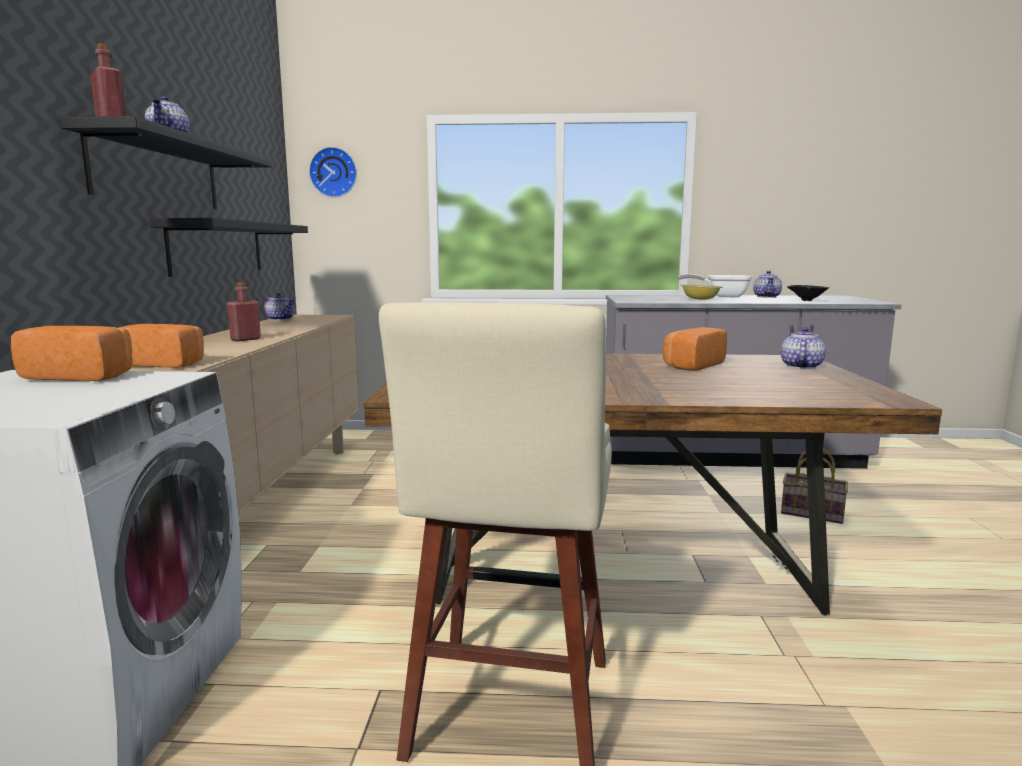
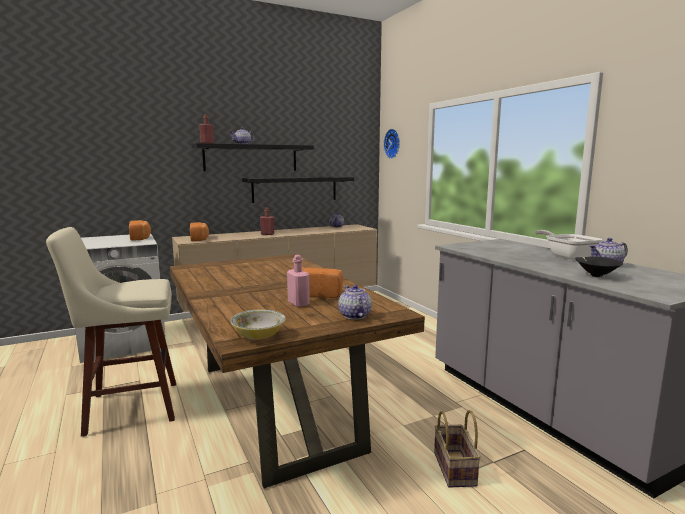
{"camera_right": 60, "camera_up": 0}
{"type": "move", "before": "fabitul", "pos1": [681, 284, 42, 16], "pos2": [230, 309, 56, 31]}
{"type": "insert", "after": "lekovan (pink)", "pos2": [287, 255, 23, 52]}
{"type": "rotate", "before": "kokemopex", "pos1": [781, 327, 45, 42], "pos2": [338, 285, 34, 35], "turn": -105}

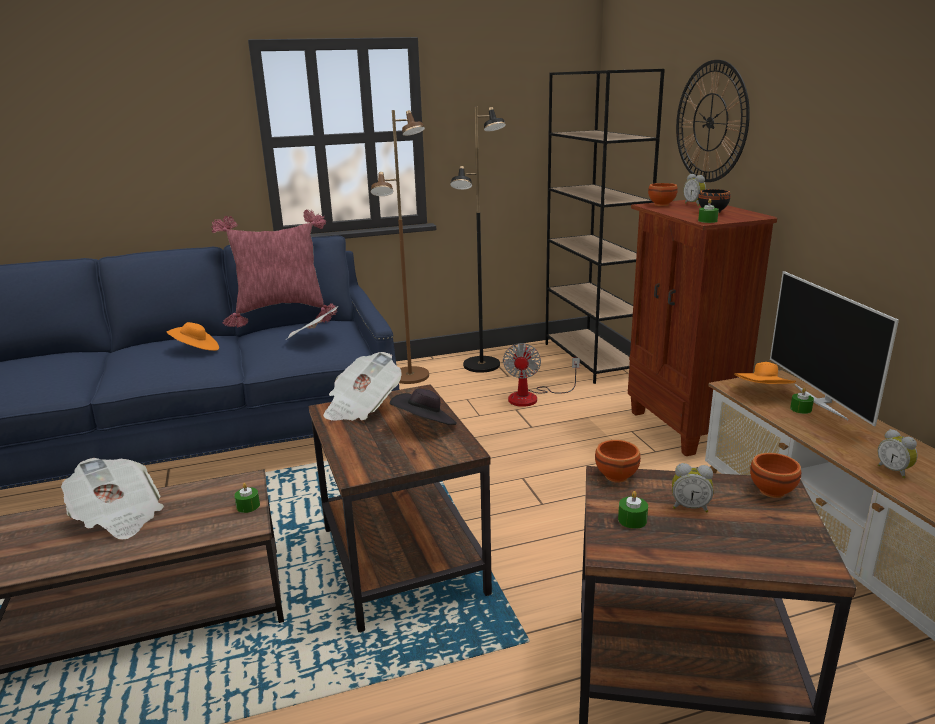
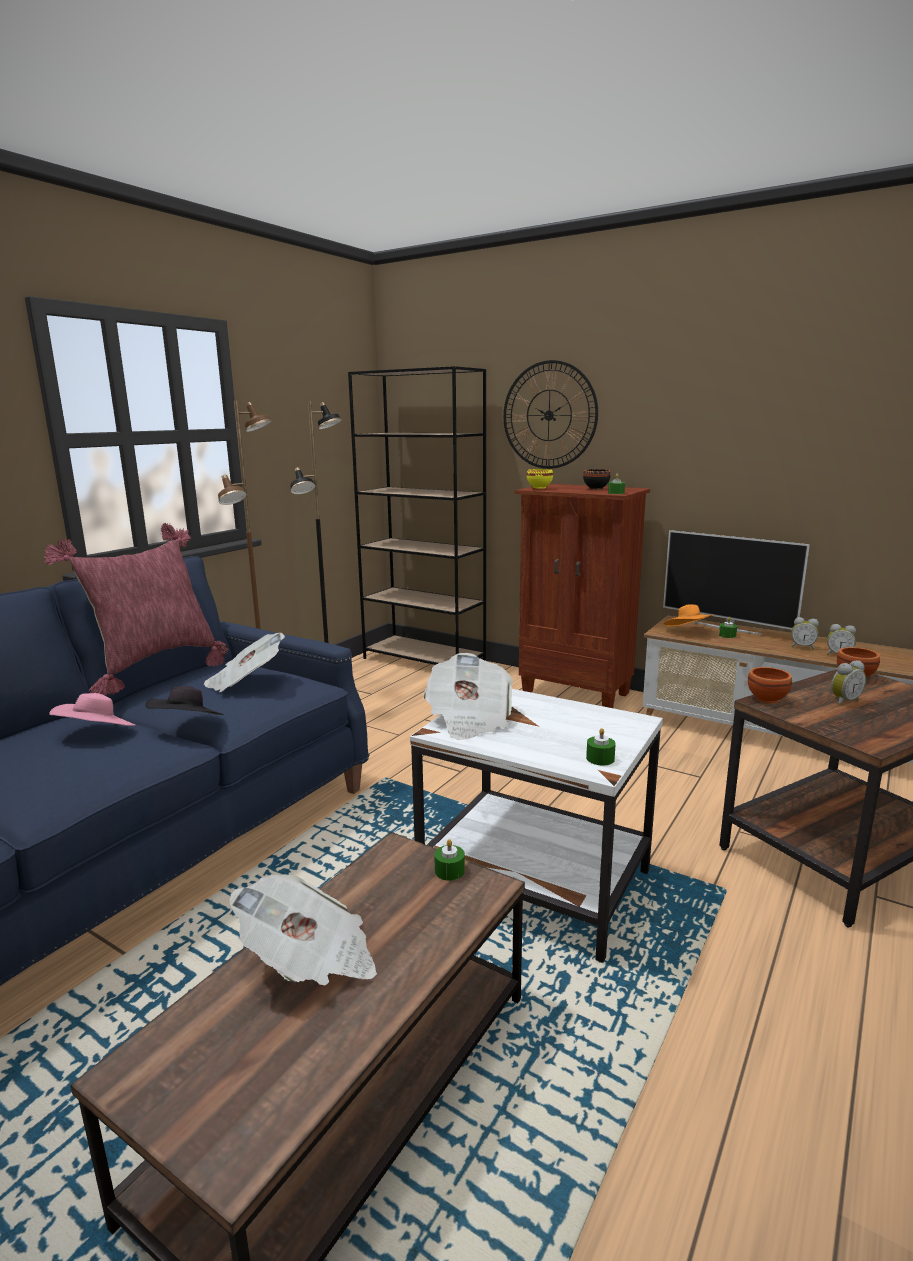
{"camera_right": -40, "camera_up": -5}
{"type": "recolor", "before": "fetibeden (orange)", "after": "fetibeden (pink)", "pos1": [167, 322, 52, 29], "pos2": [49, 693, 86, 33]}
{"type": "move", "before": "fetibeden (black)", "pos1": [390, 389, 67, 36], "pos2": [145, 686, 79, 29]}
{"type": "recolor", "before": "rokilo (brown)", "after": "rokilo (white)", "pos1": [309, 384, 183, 248], "pos2": [410, 689, 253, 274]}
{"type": "recolor", "before": "fabitul (brown)", "after": "fabitul (yellow)", "pos1": [648, 183, 30, 23], "pos2": [527, 469, 26, 20]}
{"type": "move", "before": "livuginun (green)", "pos1": [618, 491, 30, 38], "pos2": [586, 728, 30, 38]}
{"type": "move", "before": "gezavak", "pos1": [683, 174, 23, 32], "pos2": [791, 617, 28, 33]}
{"type": "delete", "before": "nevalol", "pos1": [503, 343, 77, 64]}

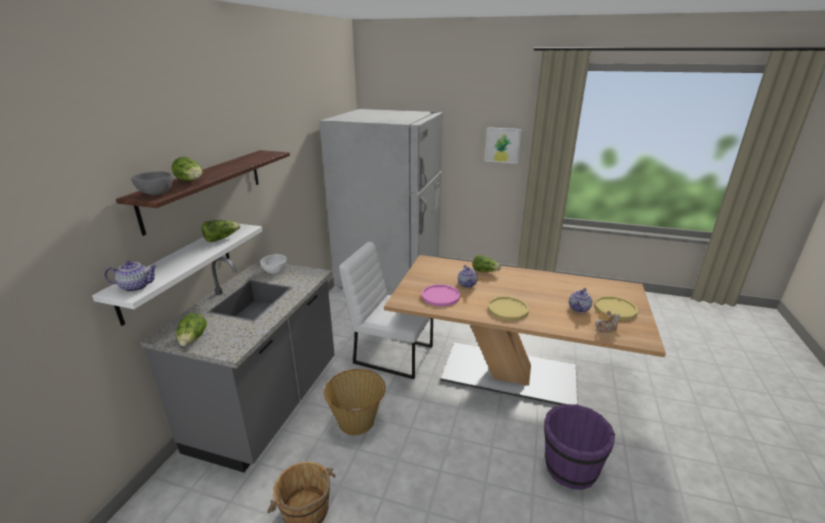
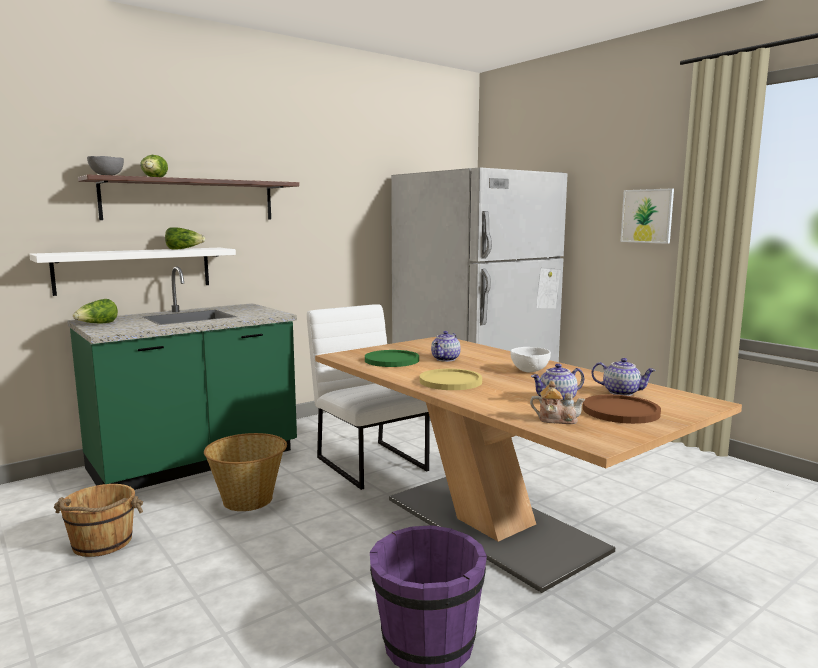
{"camera_right": 35, "camera_up": -15}
{"type": "recolor", "before": "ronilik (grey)", "after": "ronilik (green)", "pos1": [140, 257, 195, 216], "pos2": [67, 266, 230, 224]}
{"type": "recolor", "before": "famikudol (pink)", "after": "famikudol (green)", "pos1": [422, 284, 38, 23], "pos2": [365, 350, 54, 17]}
{"type": "move", "before": "fabitul (white)", "pos1": [260, 254, 27, 20], "pos2": [510, 347, 41, 25]}
{"type": "recolor", "before": "famikudol (yellow)", "after": "famikudol (brown)", "pos1": [594, 296, 44, 24], "pos2": [583, 395, 78, 29]}
{"type": "move", "before": "kokemopex", "pos1": [104, 261, 53, 31], "pos2": [591, 358, 65, 38]}
{"type": "delete", "before": "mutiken", "pos1": [473, 254, 28, 18]}

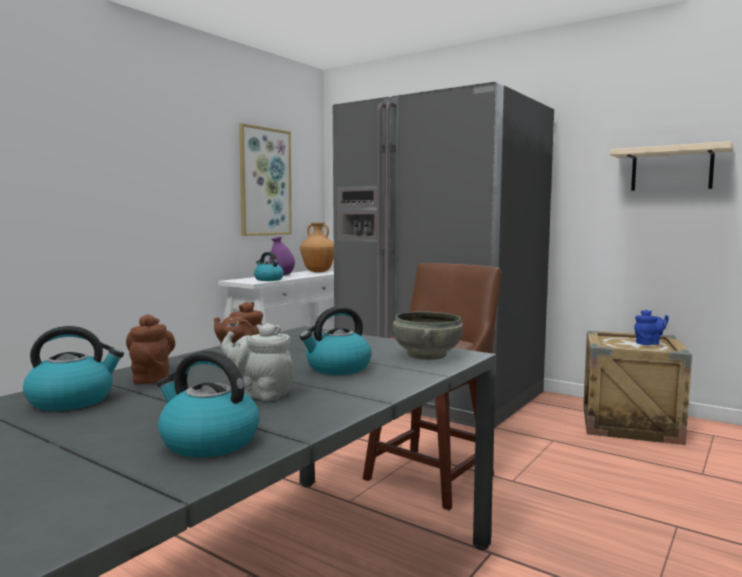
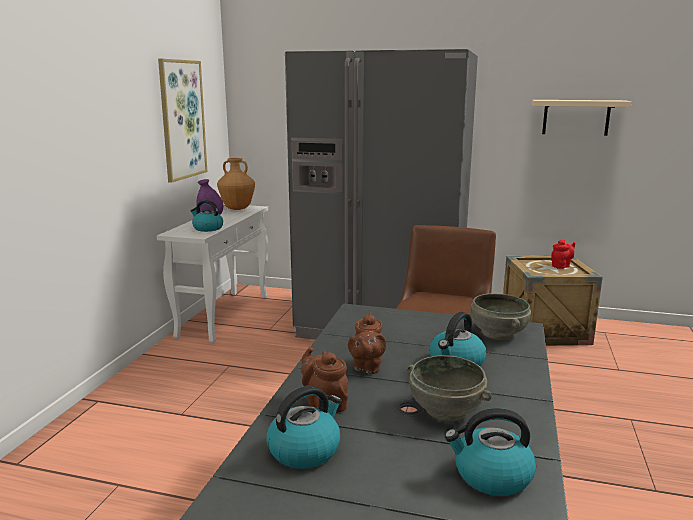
{"camera_right": -20, "camera_up": 10}
{"type": "replace", "before": "kokemopex (grey)", "after": "fabitul (grey)", "pos1": [221, 323, 72, 78], "pos2": [407, 355, 85, 66]}
{"type": "recolor", "before": "kokemopex (blue)", "after": "kokemopex (red)", "pos1": [634, 310, 35, 35], "pos2": [551, 240, 25, 29]}

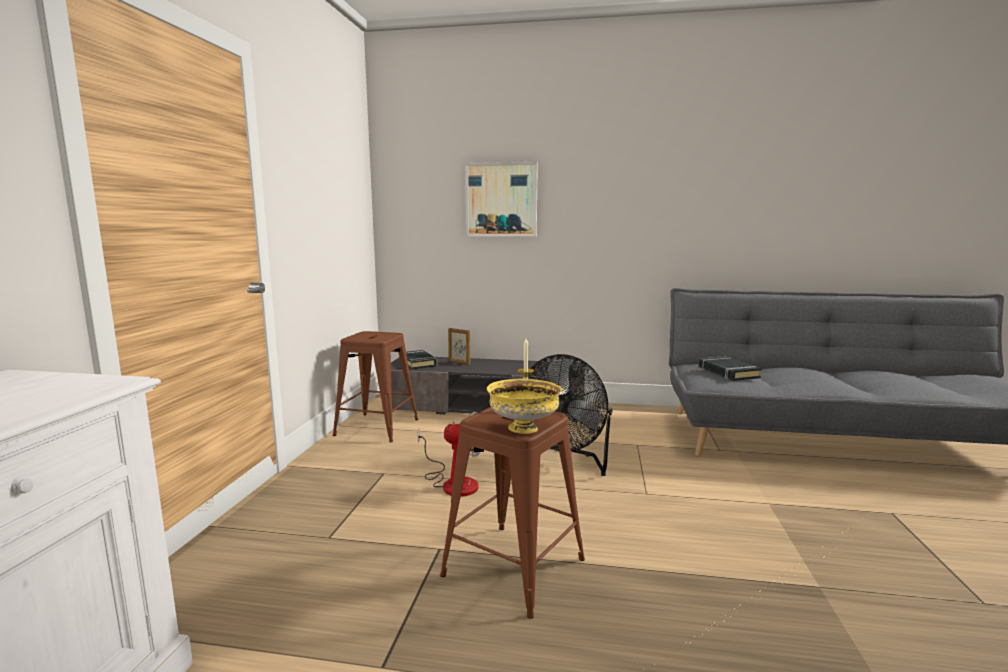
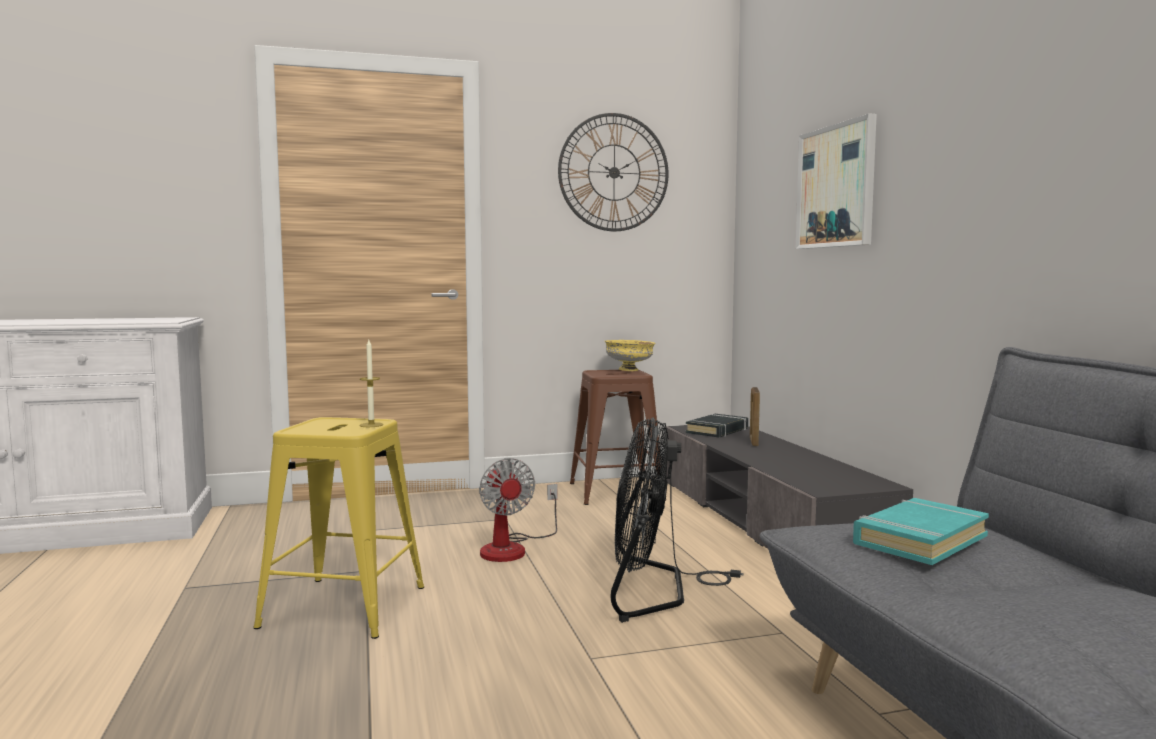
{"camera_right": 65, "camera_up": -5}
{"type": "recolor", "before": "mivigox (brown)", "after": "mivigox (yellow)", "pos1": [440, 407, 145, 212], "pos2": [253, 417, 171, 222]}
{"type": "insert", "after": "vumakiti", "pos2": [558, 113, 111, 118]}
{"type": "move", "before": "fabitul (yellow)", "pos1": [487, 379, 75, 55], "pos2": [605, 340, 50, 31]}
{"type": "recolor", "before": "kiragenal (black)", "after": "kiragenal (turquoise)", "pos1": [699, 356, 63, 25], "pos2": [853, 498, 136, 67]}

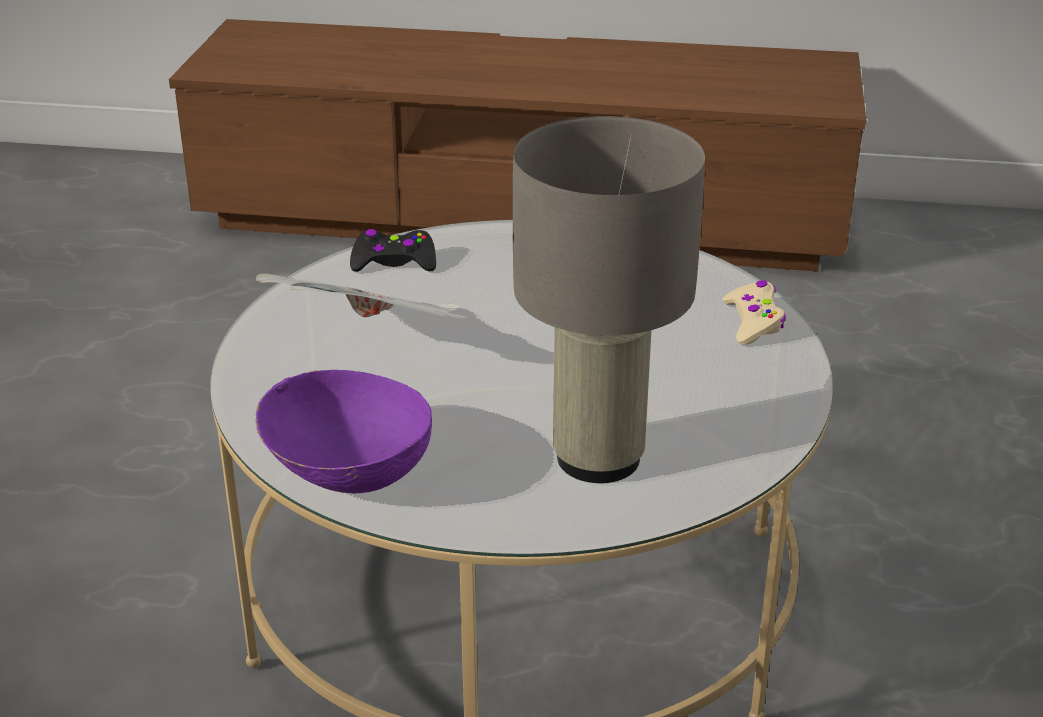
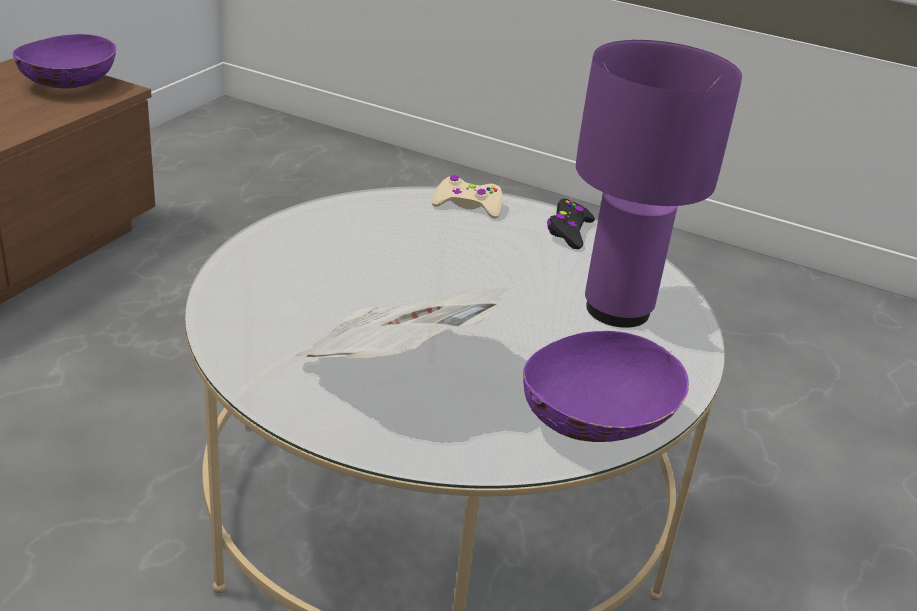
{"camera_right": -75, "camera_up": 0}
{"type": "insert", "after": "fabitul (purple)", "pos2": [13, 34, 103, 54]}
{"type": "move", "before": "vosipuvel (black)", "pos1": [350, 229, 86, 43], "pos2": [547, 198, 48, 51]}
{"type": "recolor", "before": "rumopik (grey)", "after": "rumopik (purple)", "pos1": [513, 116, 192, 367], "pos2": [576, 40, 166, 288]}

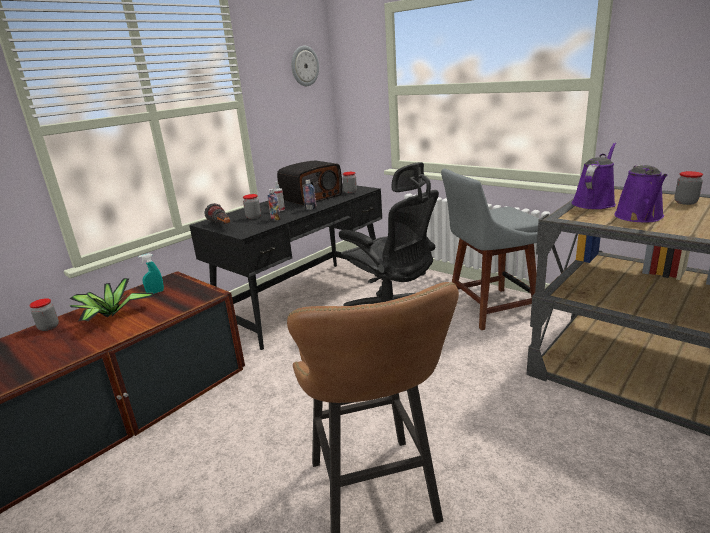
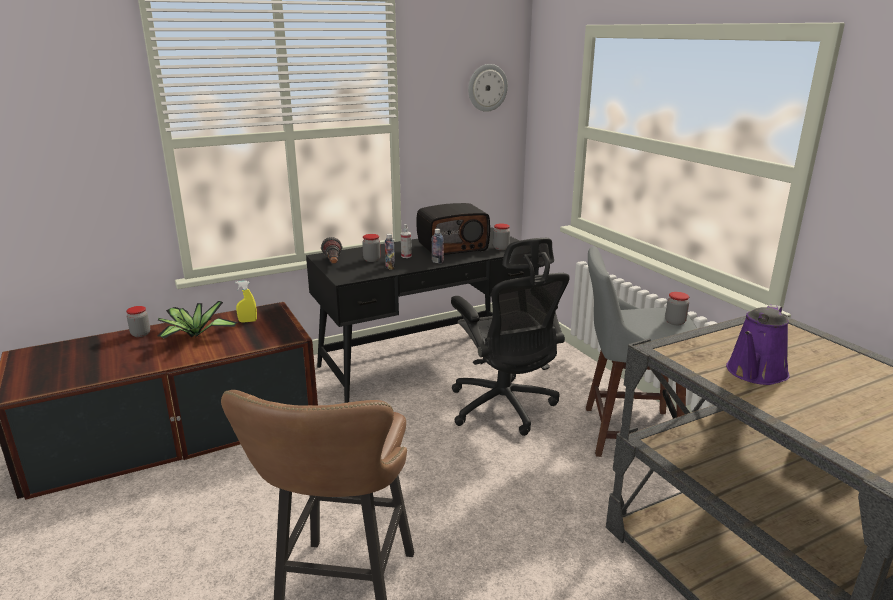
{"camera_right": 20, "camera_up": 0}
{"type": "recolor", "before": "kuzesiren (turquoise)", "after": "kuzesiren (yellow)", "pos1": [139, 253, 25, 41], "pos2": [235, 281, 22, 41]}
{"type": "move", "before": "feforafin", "pos1": [675, 171, 28, 34], "pos2": [665, 292, 24, 33]}
{"type": "delete", "before": "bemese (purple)", "pos1": [572, 143, 44, 66]}

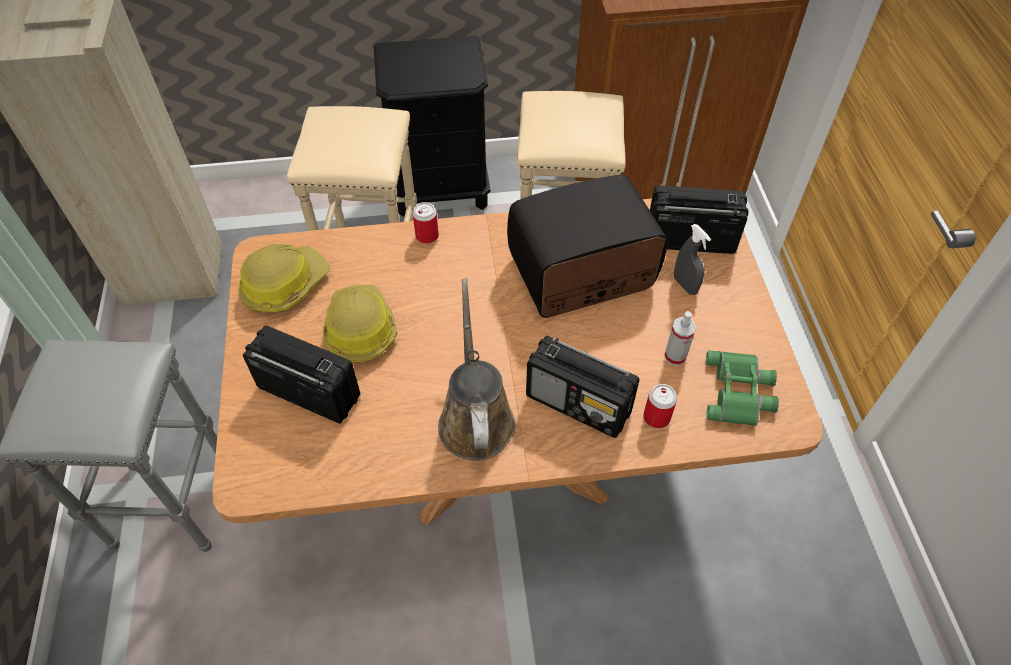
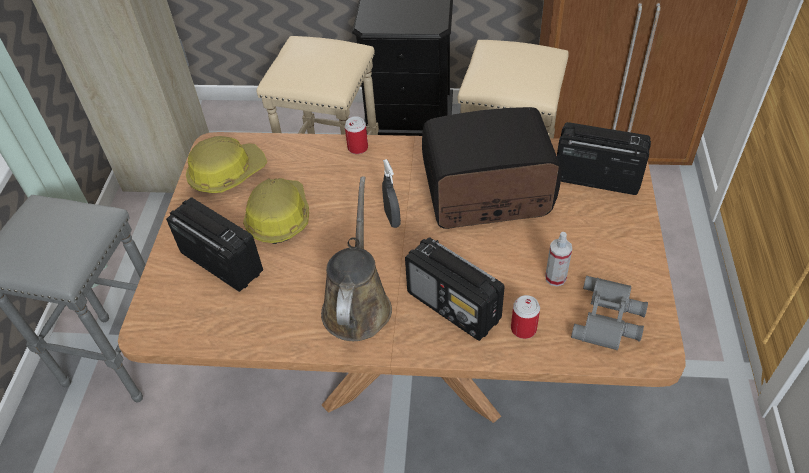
{"camera_right": 15, "camera_up": -5}
{"type": "move", "before": "kuzesiren (grey)", "pos1": [674, 224, 37, 71], "pos2": [382, 159, 19, 69]}
{"type": "recolor", "before": "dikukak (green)", "after": "dikukak (grey)", "pos1": [706, 350, 73, 76], "pos2": [571, 276, 77, 74]}

